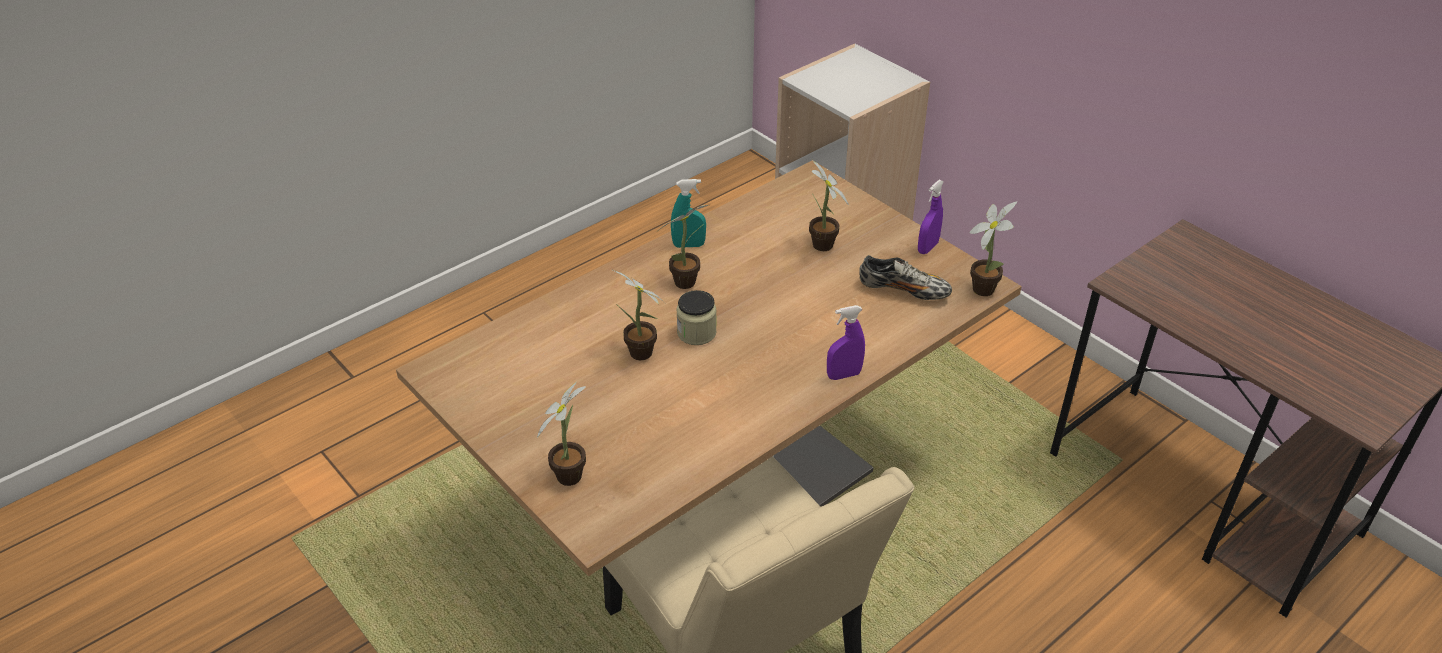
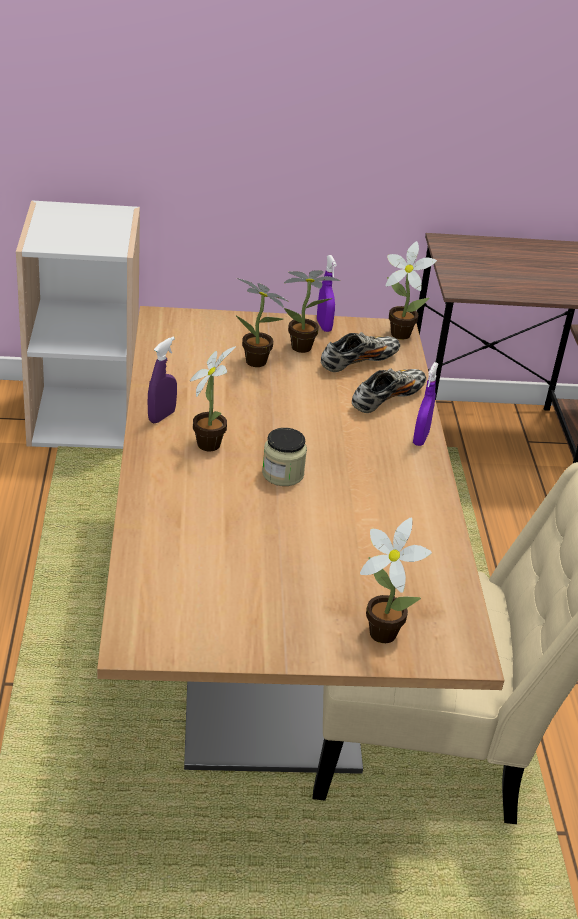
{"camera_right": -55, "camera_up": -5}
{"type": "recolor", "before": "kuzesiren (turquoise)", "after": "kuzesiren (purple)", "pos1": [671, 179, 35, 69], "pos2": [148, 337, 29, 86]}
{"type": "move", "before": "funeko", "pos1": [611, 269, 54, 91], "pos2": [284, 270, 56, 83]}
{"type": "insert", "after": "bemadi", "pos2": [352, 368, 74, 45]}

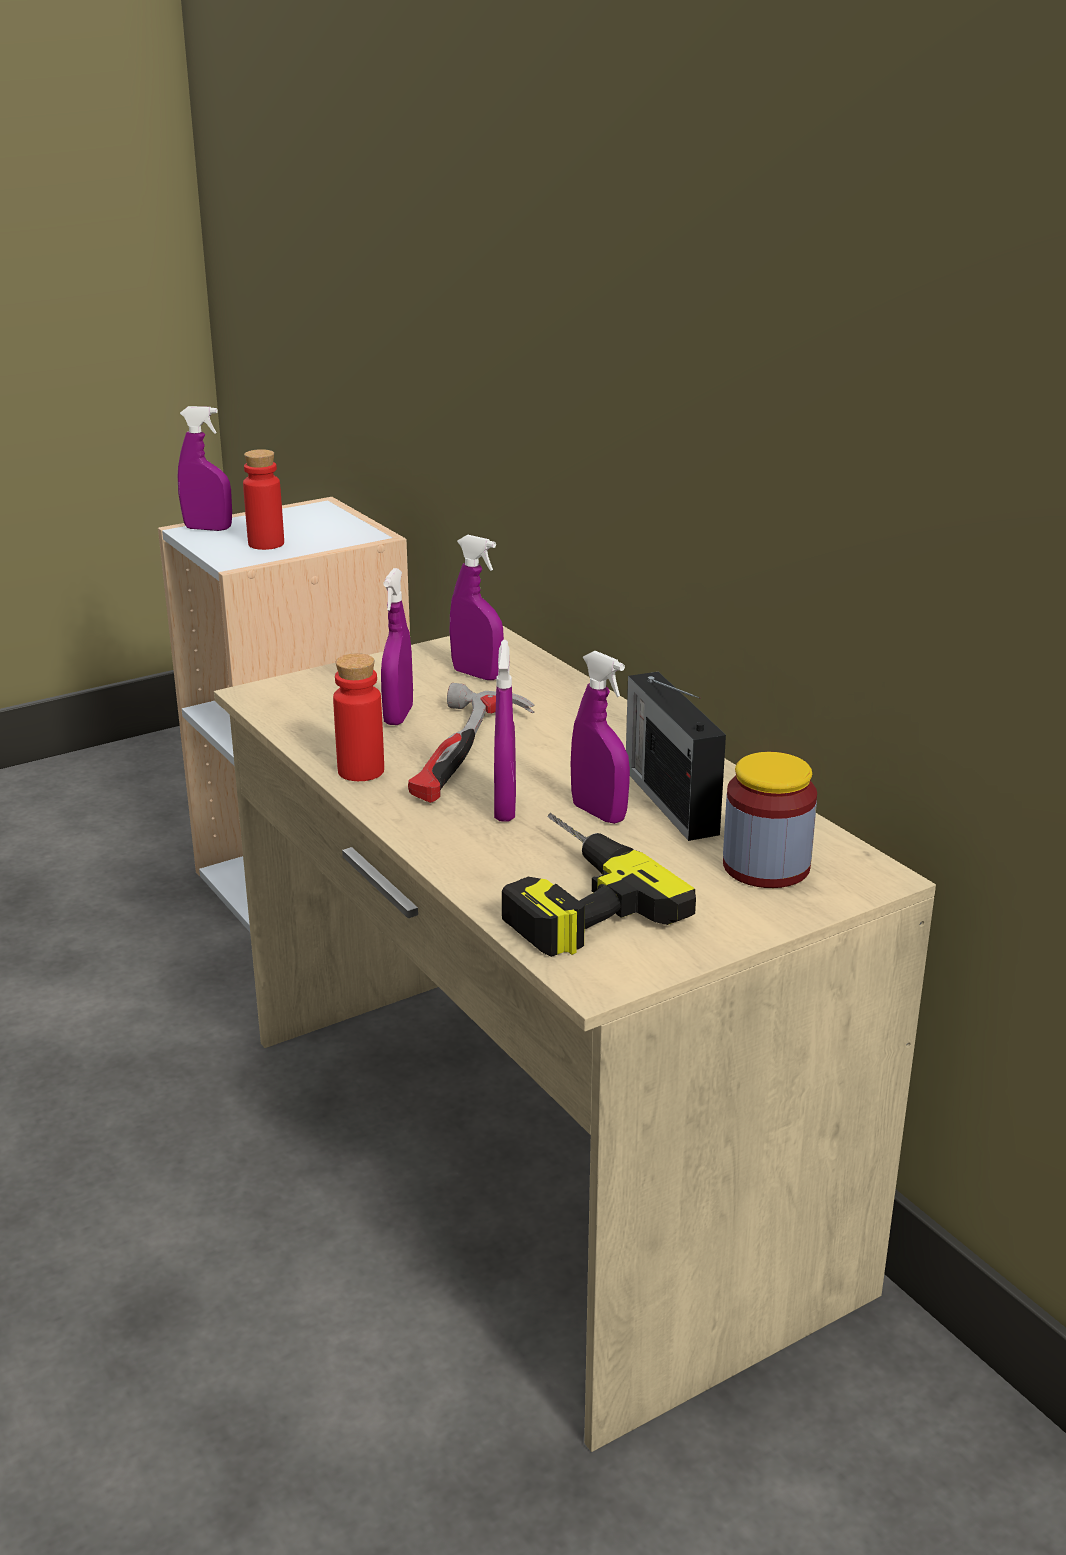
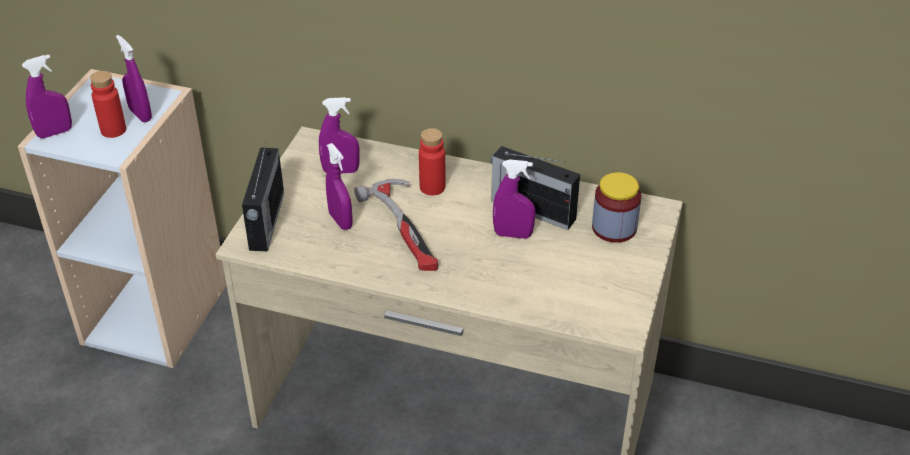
{"camera_right": -40, "camera_up": 15}
{"type": "move", "before": "kuzesiren (purple)", "pos1": [494, 640, 22, 181], "pos2": [116, 35, 36, 87]}
{"type": "insert", "after": "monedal", "pos2": [242, 142, 42, 110]}
{"type": "move", "before": "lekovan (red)", "pos1": [333, 653, 51, 128], "pos2": [419, 128, 26, 67]}
{"type": "delete", "before": "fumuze", "pos1": [502, 812, 194, 145]}

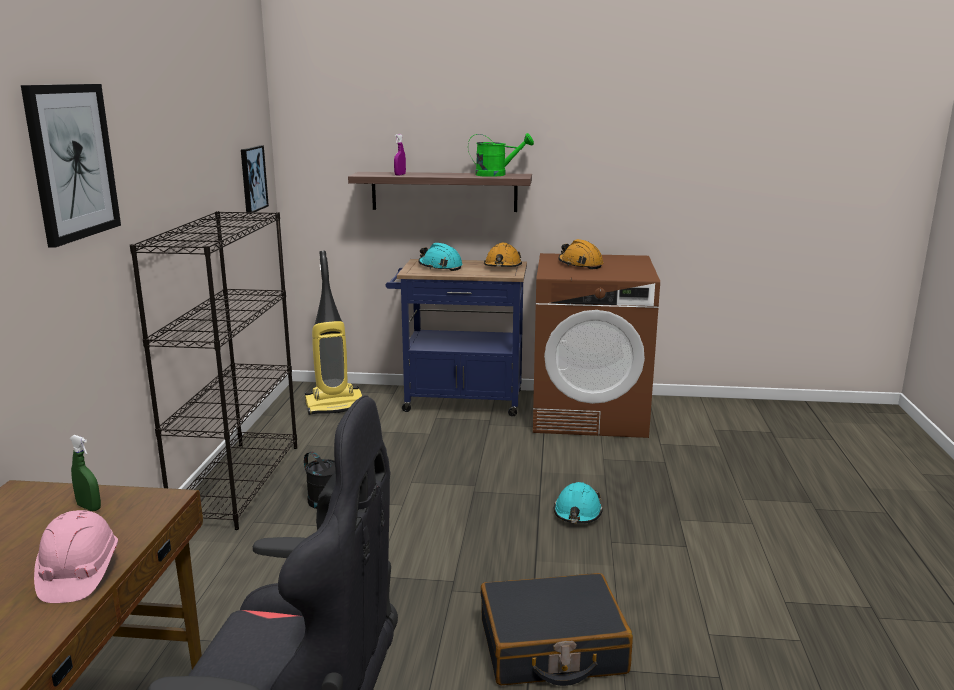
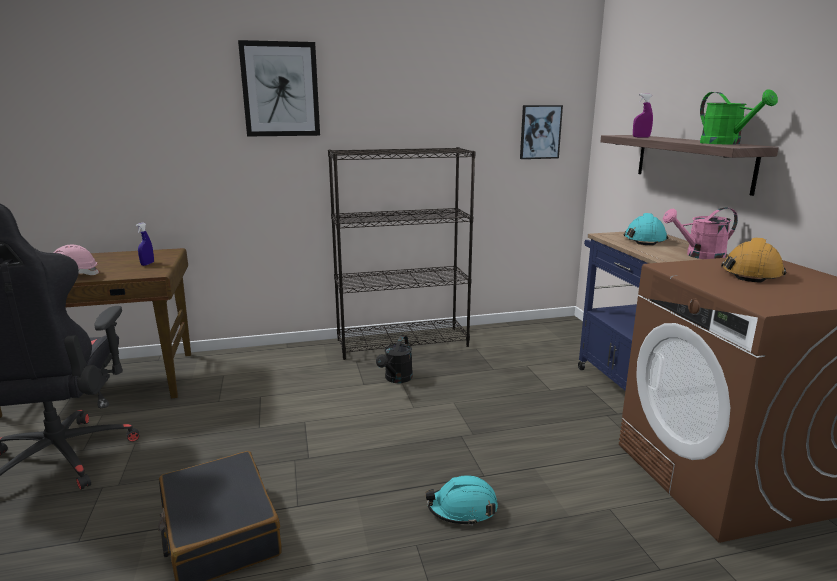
{"camera_right": 70, "camera_up": 0}
{"type": "recolor", "before": "kuzesiren (green)", "after": "kuzesiren (blue)", "pos1": [70, 435, 31, 76], "pos2": [136, 222, 18, 44]}
{"type": "replace", "before": "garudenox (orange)", "after": "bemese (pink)", "pos1": [484, 243, 38, 24], "pos2": [663, 207, 75, 52]}
{"type": "delete", "before": "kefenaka", "pos1": [305, 251, 57, 164]}

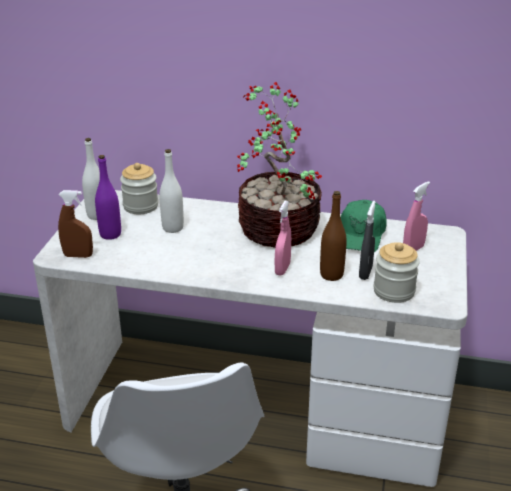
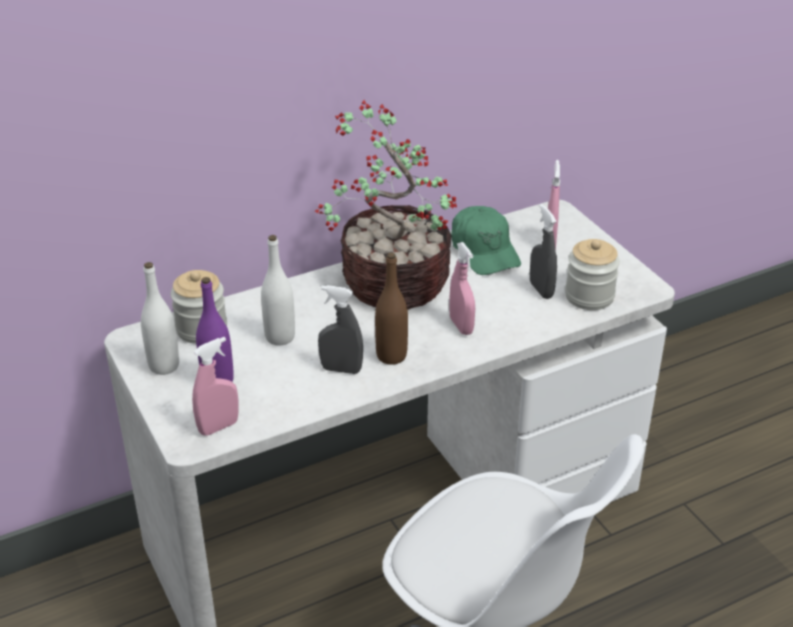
{"camera_right": -40, "camera_up": 5}
{"type": "recolor", "before": "kuzesiren (brown)", "after": "kuzesiren (pink)", "pos1": [58, 190, 35, 68], "pos2": [192, 337, 46, 98]}
{"type": "insert", "after": "kuzesiren (grey)", "pos2": [318, 285, 45, 89]}
{"type": "move", "before": "lekovan (brown)", "pos1": [320, 191, 27, 90], "pos2": [375, 253, 33, 112]}

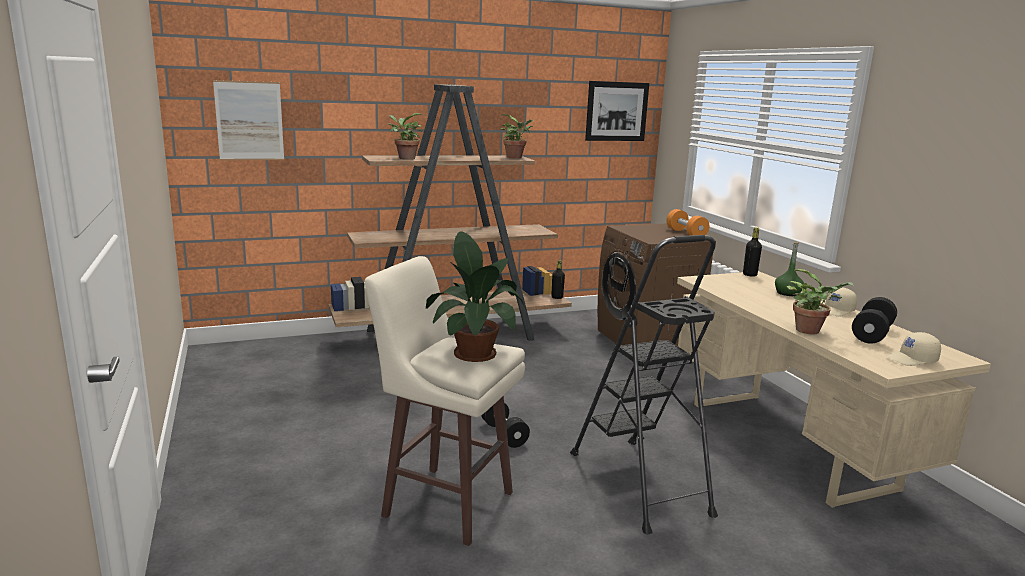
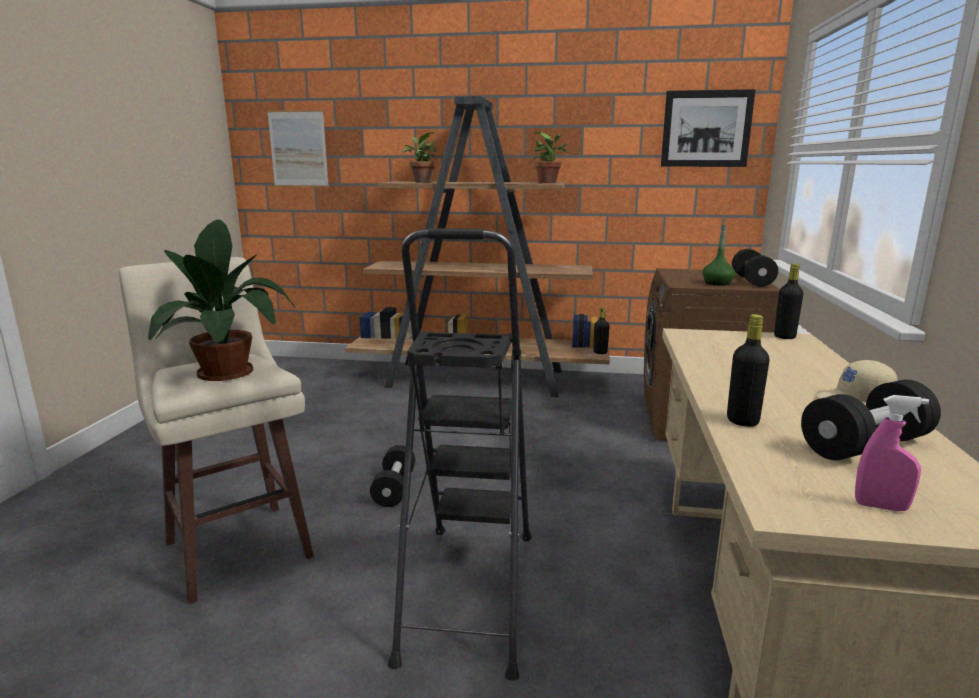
{"camera_right": 30, "camera_up": 0}
{"type": "move", "before": "lekovan (green)", "pos1": [775, 242, 29, 54], "pos2": [703, 224, 32, 62]}
{"type": "replace", "before": "funeko", "after": "lekovan (black)", "pos1": [787, 269, 67, 66], "pos2": [727, 314, 43, 113]}
{"type": "recolor", "before": "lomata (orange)", "after": "lomata (black)", "pos1": [666, 209, 43, 26], "pos2": [732, 249, 46, 38]}
{"type": "replace", "before": "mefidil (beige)", "after": "kuzesiren (pink)", "pos1": [886, 332, 55, 34], "pos2": [855, 395, 74, 116]}

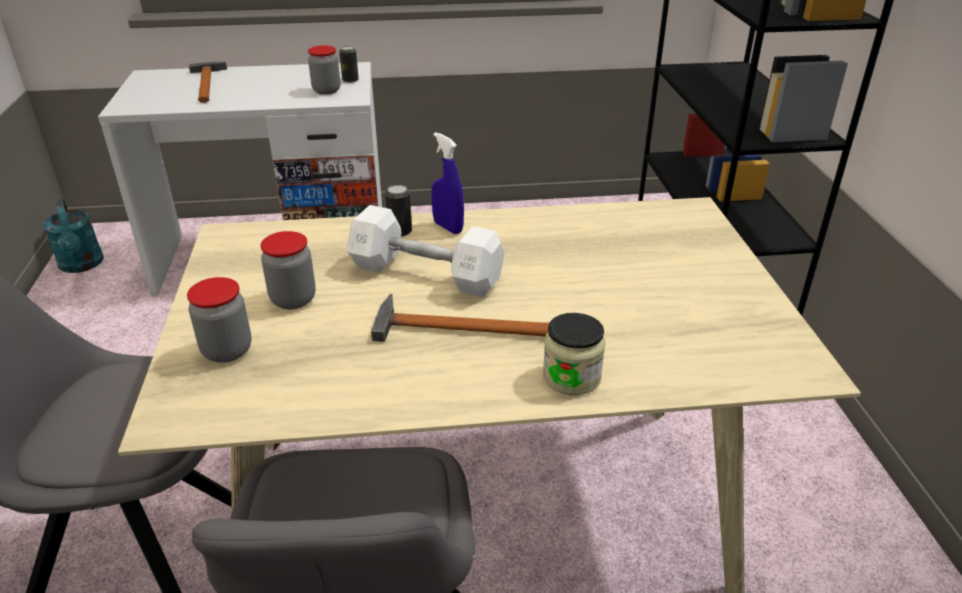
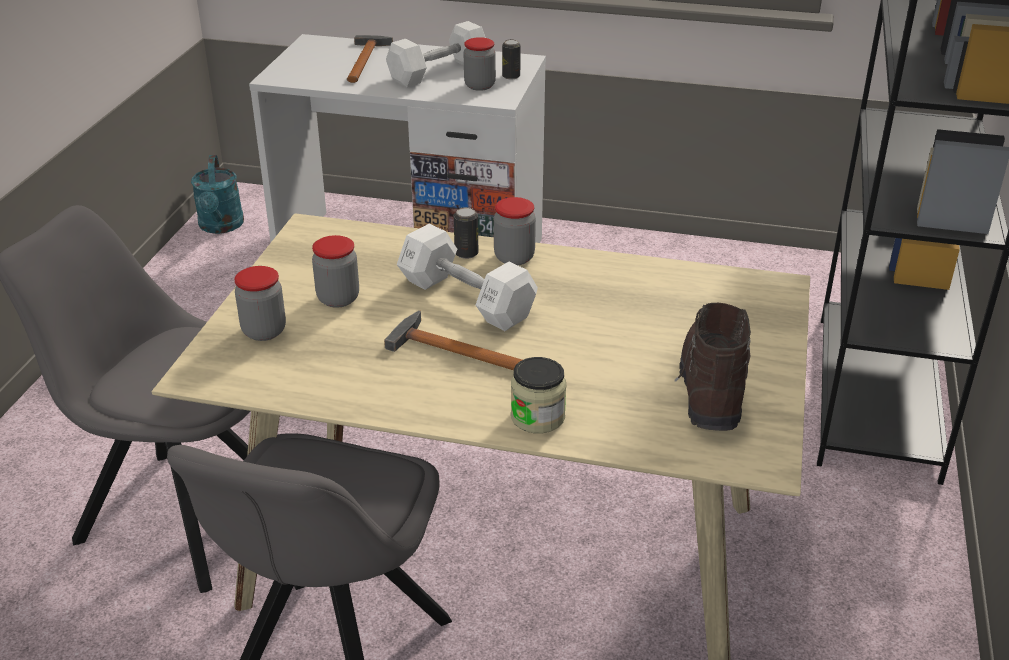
{"camera_right": 20, "camera_up": 0}
{"type": "insert", "after": "lomata (white)", "pos2": [386, 21, 100, 66]}
{"type": "replace", "before": "kuzesiren (blue)", "after": "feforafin", "pos1": [431, 132, 33, 102], "pos2": [494, 197, 42, 68]}
{"type": "insert", "after": "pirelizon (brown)", "pos2": [675, 303, 76, 128]}

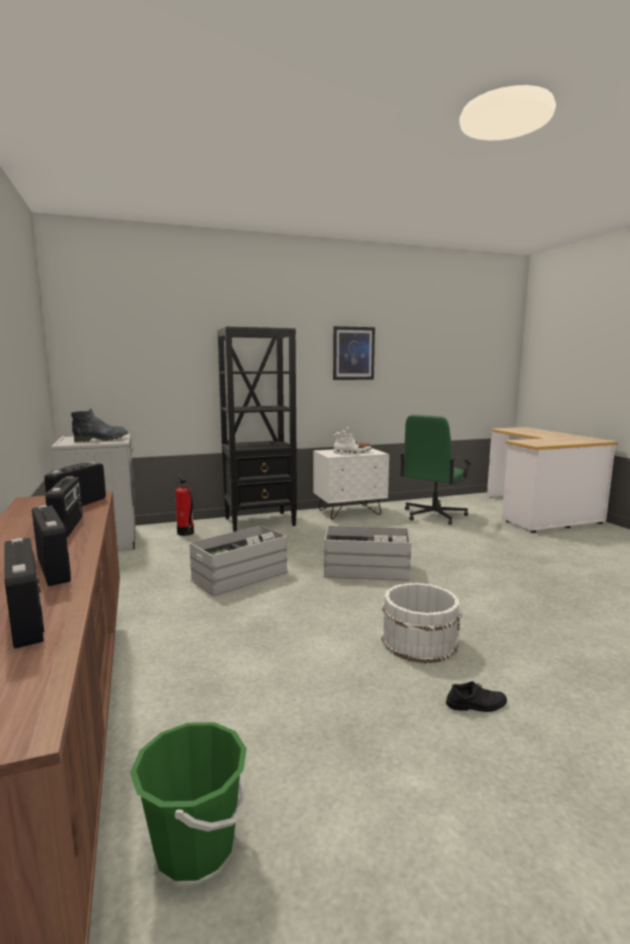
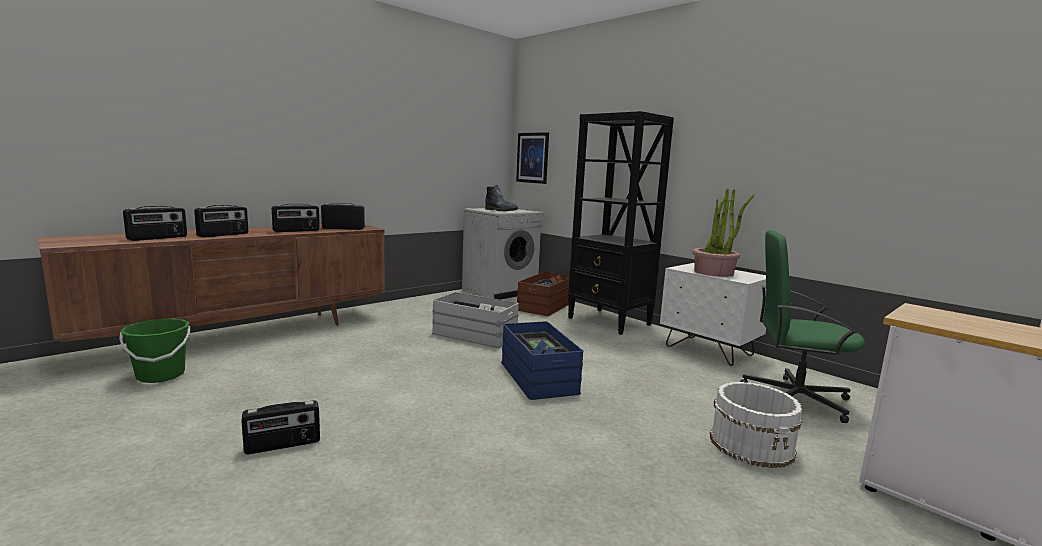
{"camera_right": 65, "camera_up": 0}
{"type": "replace", "before": "bemadi (black)", "after": "monedal", "pos1": [446, 681, 61, 31], "pos2": [241, 400, 79, 55]}
{"type": "recolor", "before": "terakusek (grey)", "after": "terakusek (blue)", "pos1": [323, 526, 88, 55], "pos2": [501, 321, 82, 79]}
{"type": "move", "before": "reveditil", "pos1": [333, 326, 42, 54], "pos2": [516, 132, 33, 52]}
{"type": "replace", "before": "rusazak", "after": "terakusek (brown)", "pos1": [175, 475, 19, 61], "pos2": [517, 272, 53, 44]}
{"type": "replace", "before": "pirelizon (white)", "after": "funeko", "pos1": [332, 427, 40, 27], "pos2": [693, 188, 62, 89]}
{"type": "move", "before": "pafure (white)", "pos1": [381, 583, 81, 80], "pos2": [710, 382, 93, 86]}

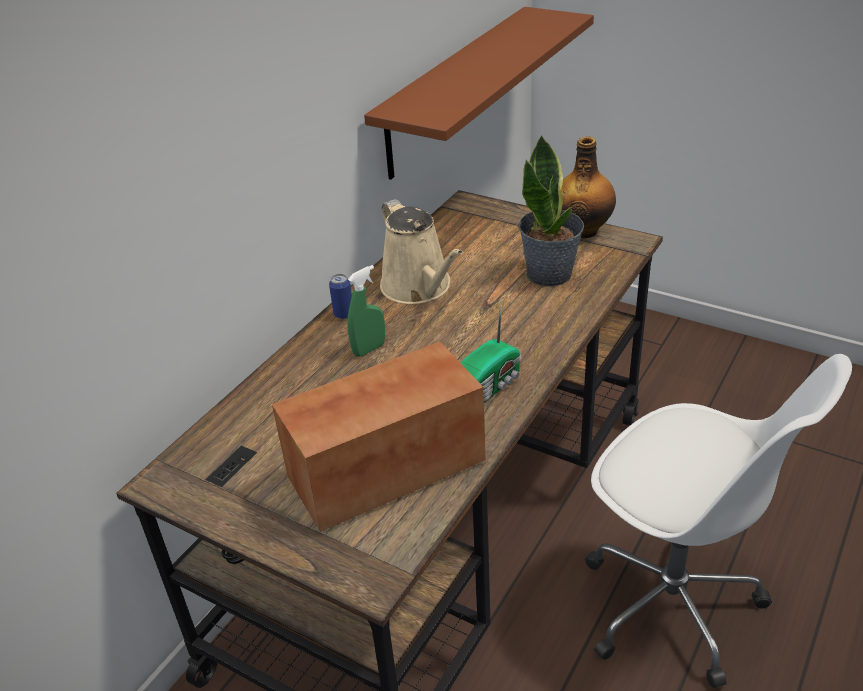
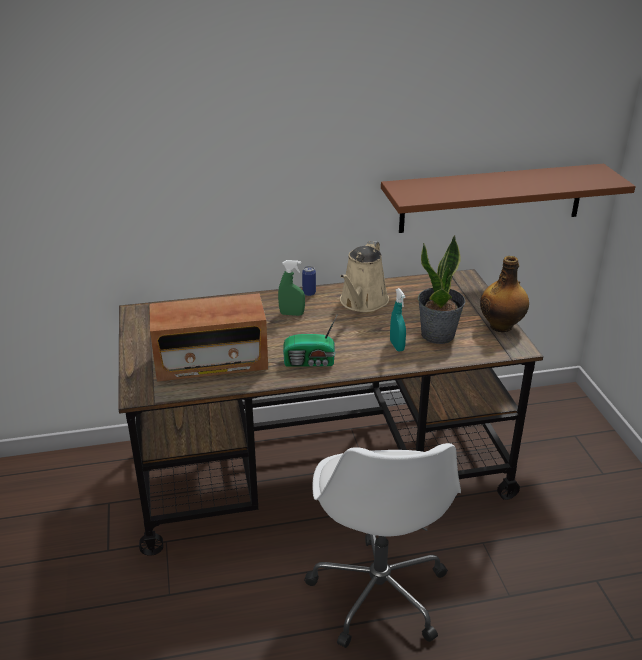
{"camera_right": 45, "camera_up": -5}
{"type": "rotate", "before": "monedal", "pos1": [272, 342, 214, 190], "pos2": [149, 293, 119, 89], "turn": 150}
{"type": "insert", "after": "kuzesiren (turquoise)", "pos2": [390, 288, 16, 64]}

